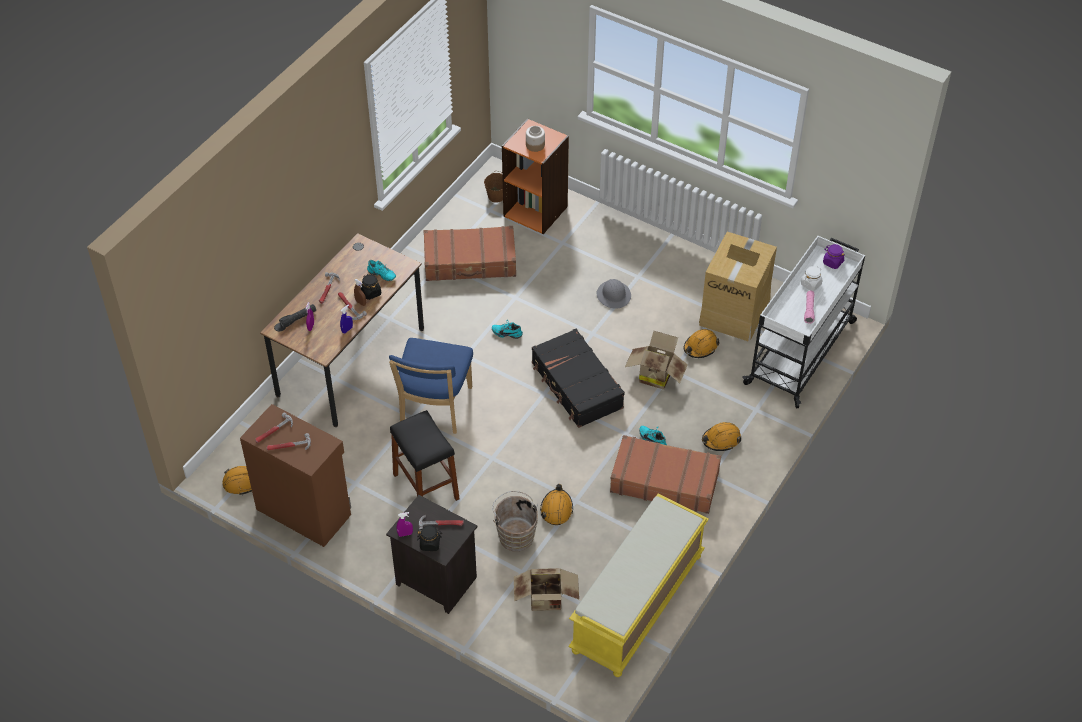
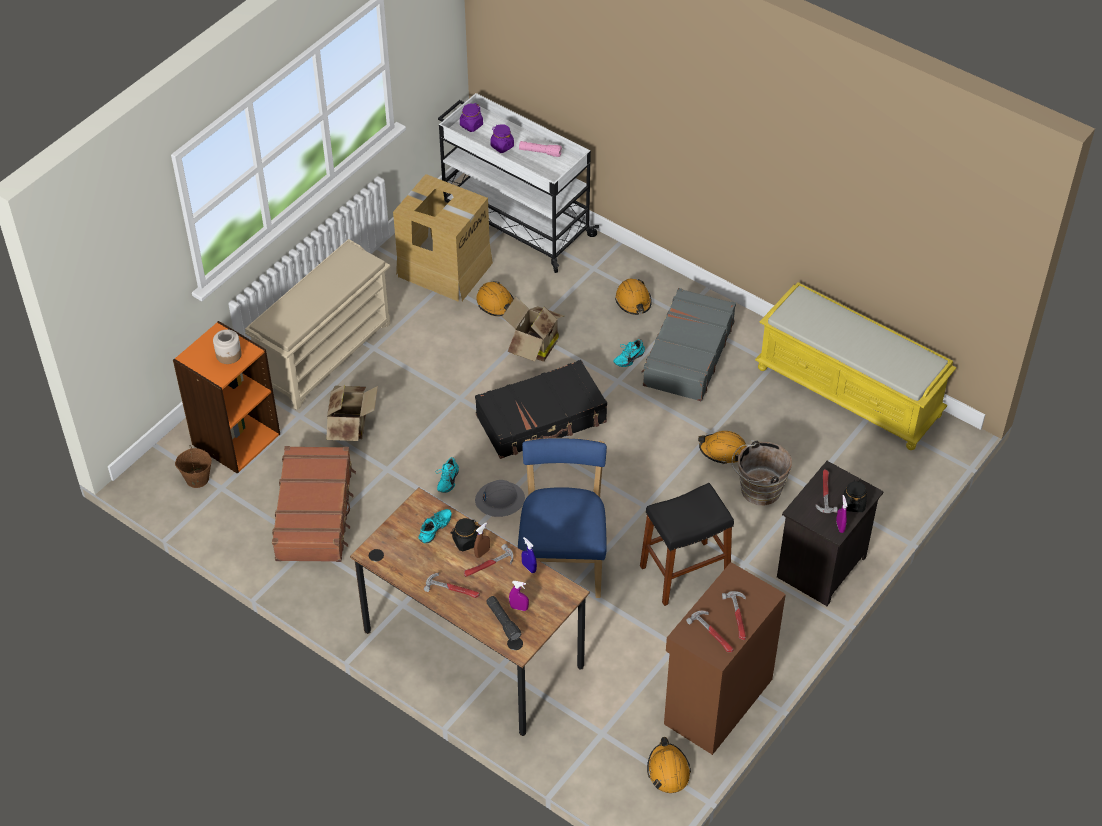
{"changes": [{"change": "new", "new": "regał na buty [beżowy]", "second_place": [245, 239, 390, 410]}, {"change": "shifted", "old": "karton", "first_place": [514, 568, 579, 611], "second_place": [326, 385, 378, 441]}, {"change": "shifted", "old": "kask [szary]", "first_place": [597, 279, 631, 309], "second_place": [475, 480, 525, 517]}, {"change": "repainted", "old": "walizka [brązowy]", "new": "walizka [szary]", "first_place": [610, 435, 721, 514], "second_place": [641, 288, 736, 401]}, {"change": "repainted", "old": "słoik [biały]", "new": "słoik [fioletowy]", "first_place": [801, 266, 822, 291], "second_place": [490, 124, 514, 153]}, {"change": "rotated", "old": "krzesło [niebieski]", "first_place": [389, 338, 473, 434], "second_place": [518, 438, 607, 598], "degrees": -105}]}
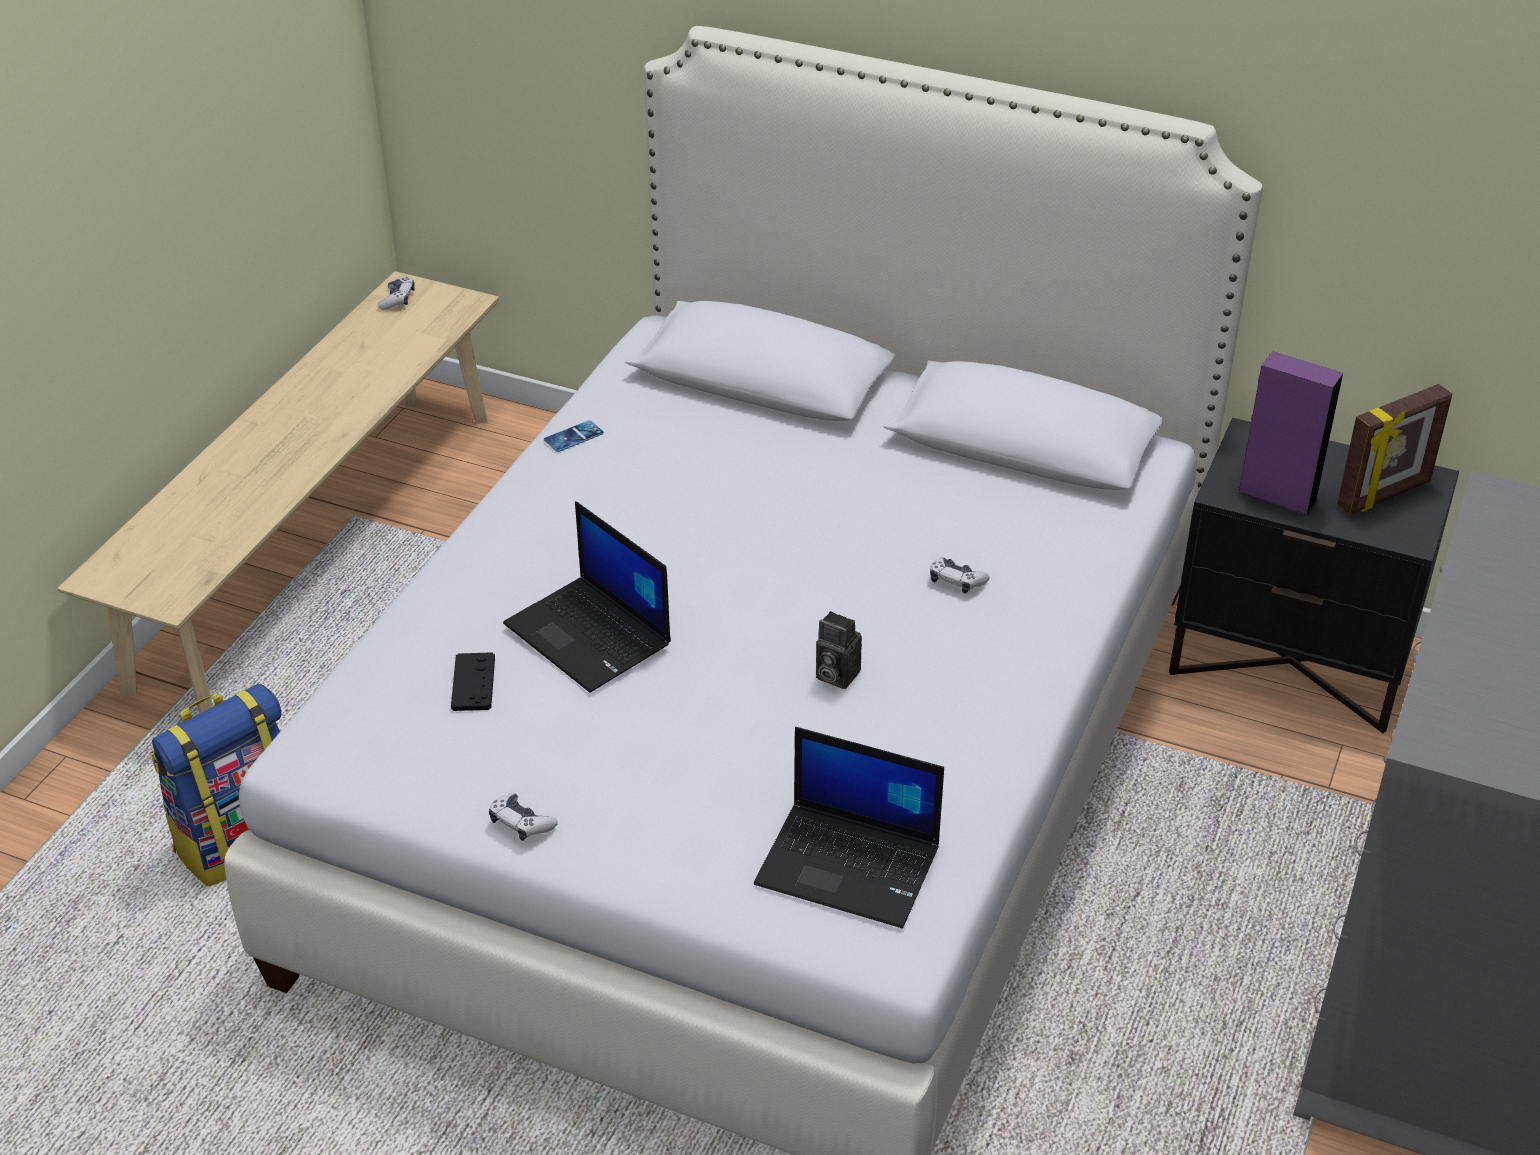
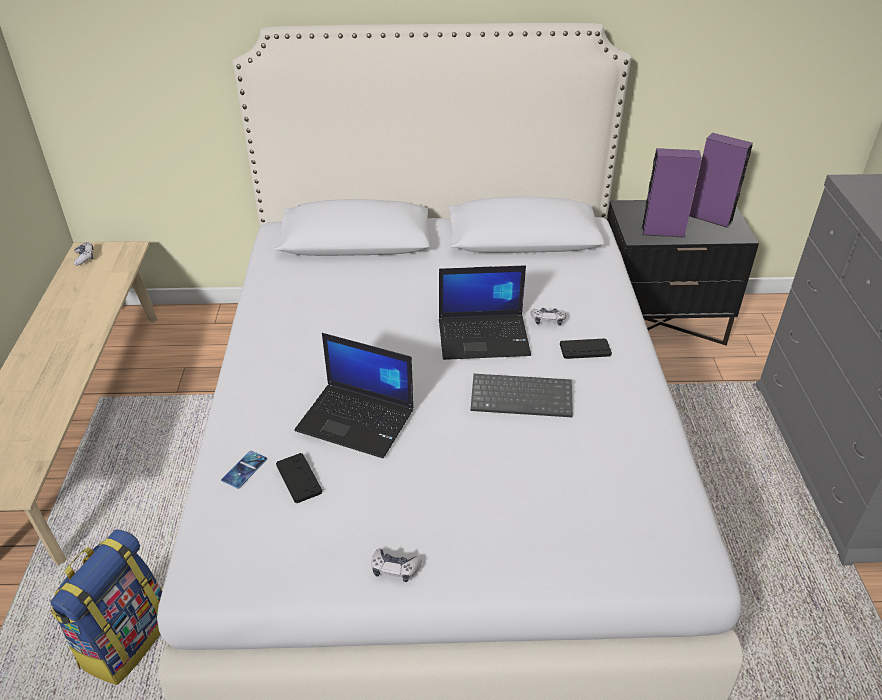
{"changes": [{"change": "new", "new": "pad do gier [czarny]", "second_place": [560, 338, 612, 359]}, {"change": "shifted", "old": "telefon", "first_place": [544, 420, 604, 452], "second_place": [221, 451, 267, 489]}, {"change": "shifted", "old": "laptop", "first_place": [754, 727, 944, 928], "second_place": [439, 265, 531, 360]}, {"change": "swapped", "old": "aparat fotograficzny", "new": "klawiatura", "first_place": [816, 611, 862, 689], "second_place": [470, 374, 573, 417]}, {"change": "swapped", "old": "ramka na zdjęcie", "new": "głośnik [fioletowy]", "first_place": [1337, 384, 1453, 515], "second_place": [689, 133, 753, 228]}]}
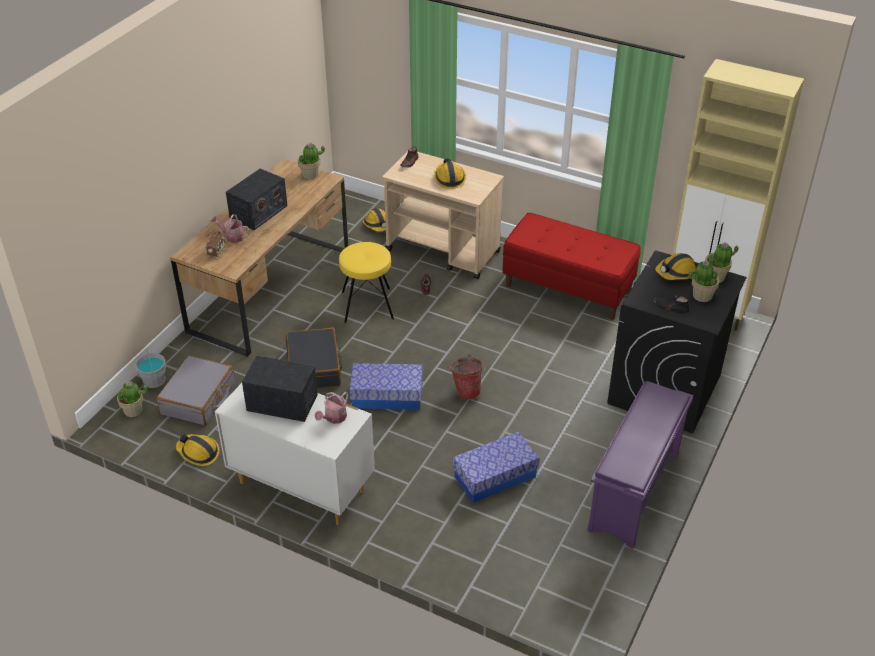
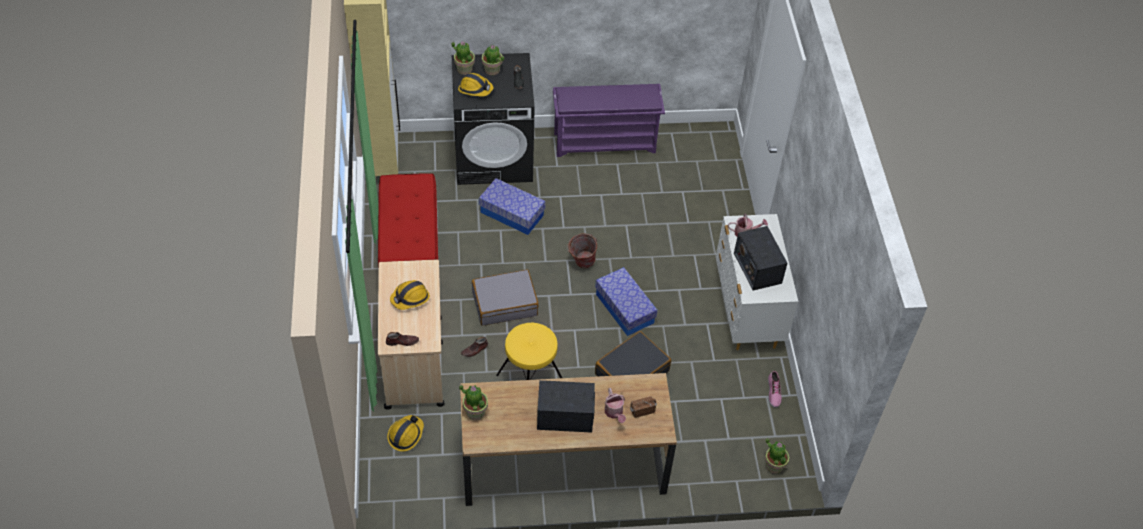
{"changes": [{"change": "gone", "old": "wiadro [szary]", "first_place": [135, 348, 166, 388]}, {"change": "shifted", "old": "walizka [szary]", "first_place": [156, 355, 235, 425], "second_place": [472, 269, 539, 326]}, {"change": "shifted", "old": "pojemnik do przechowywania", "first_place": [453, 432, 540, 503], "second_place": [479, 178, 546, 235]}, {"change": "swapped", "old": "kask", "new": "but", "first_place": [176, 434, 220, 466], "second_place": [768, 371, 782, 408]}]}
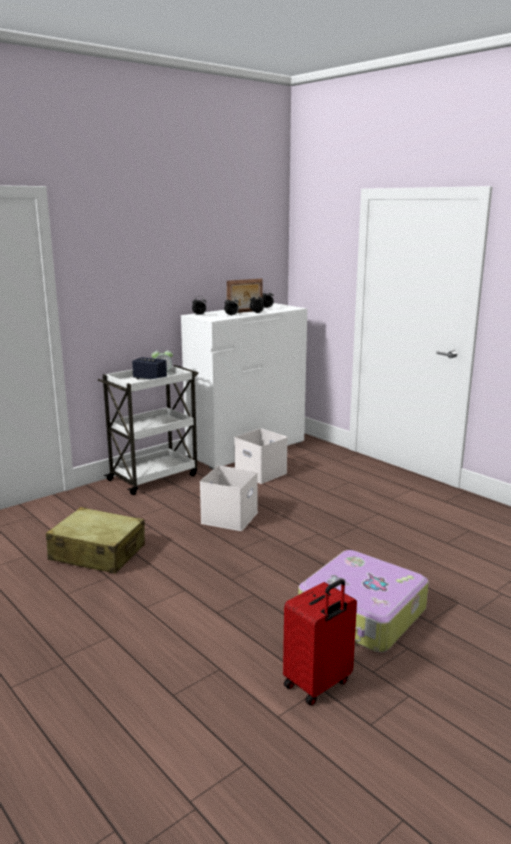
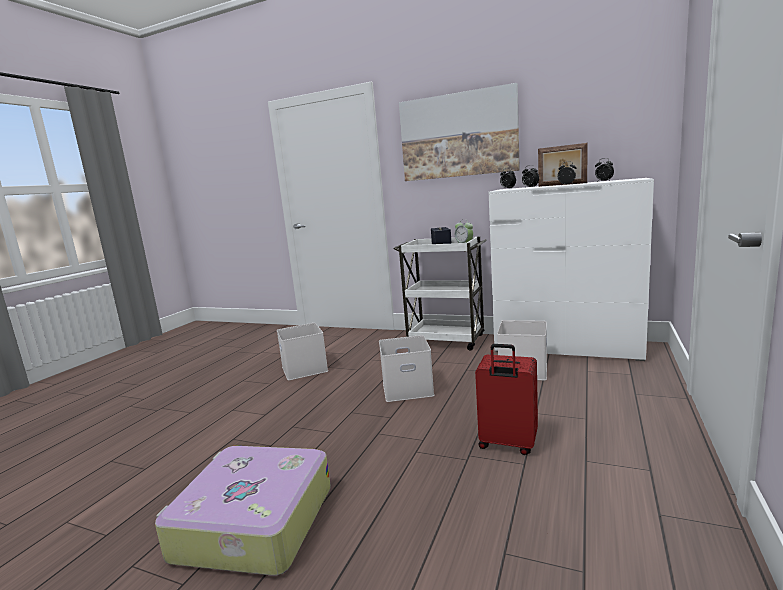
{"changes": [{"change": "new", "new": "obraz", "second_place": [399, 83, 520, 181]}, {"change": "shifted", "old": "walizka [czerwony]", "first_place": [283, 579, 357, 706], "second_place": [475, 344, 538, 455]}, {"change": "swapped", "old": "walizka [beżowy]", "new": "pojemnik do przechowywania [biały]", "first_place": [46, 507, 145, 574], "second_place": [277, 323, 328, 380]}]}
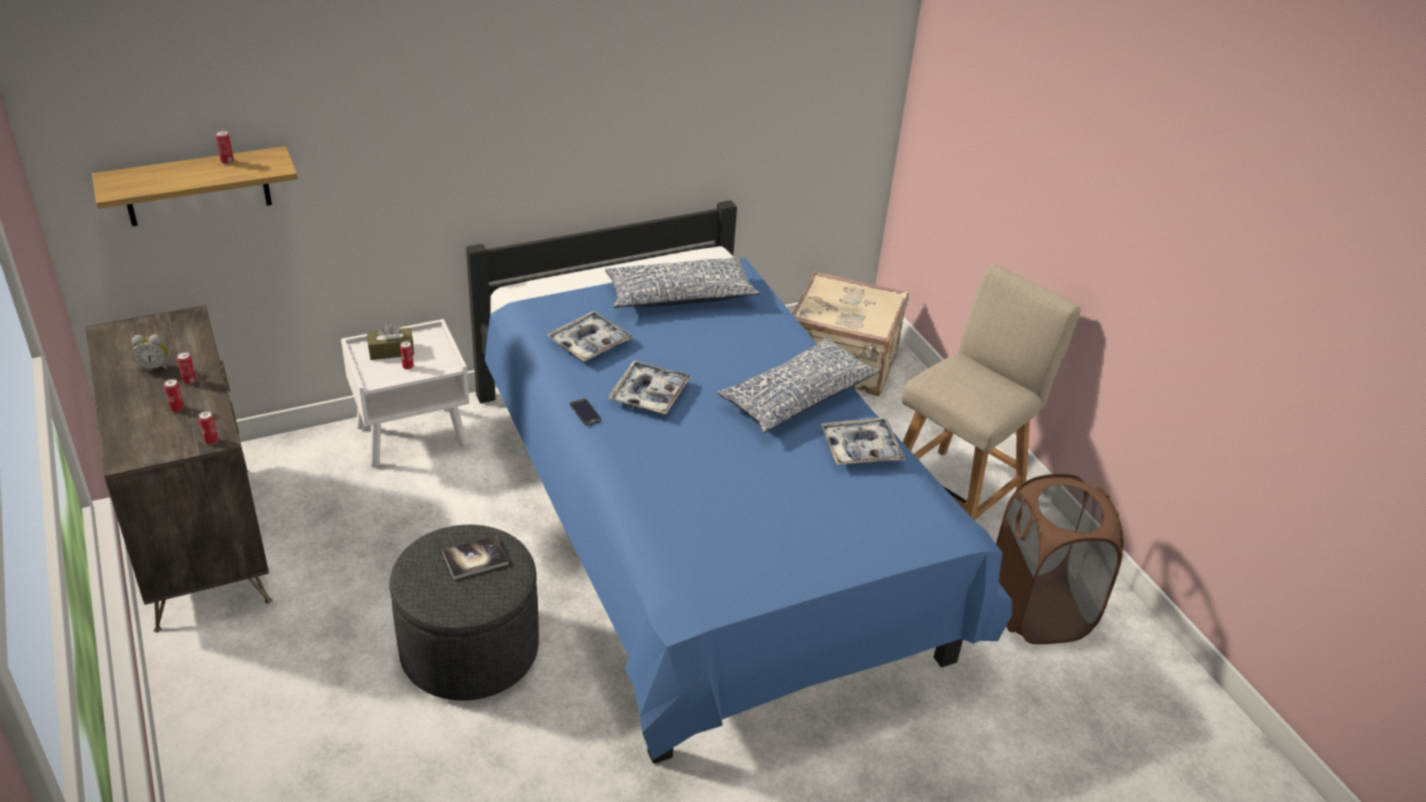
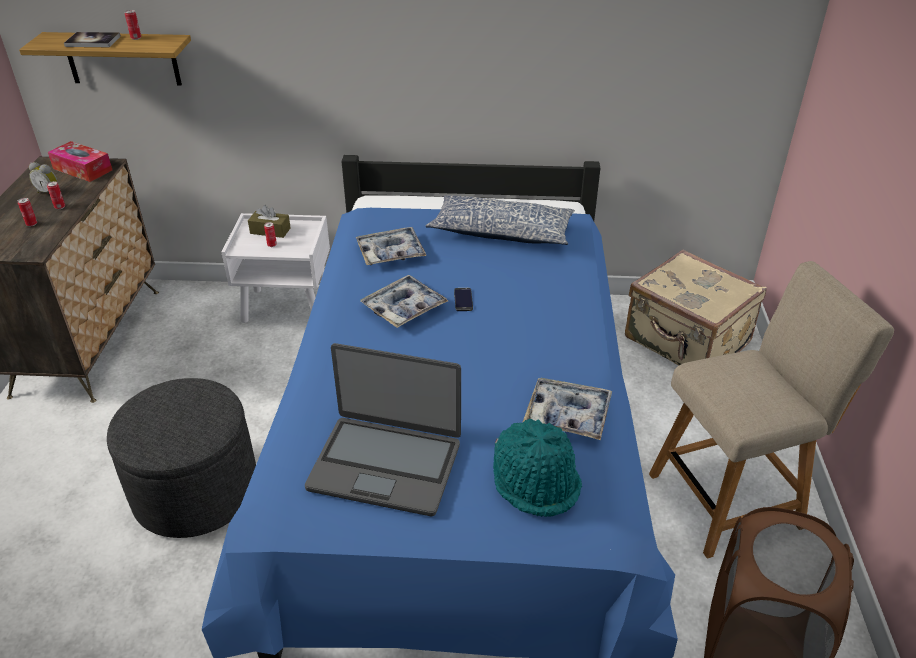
{"changes": [{"change": "gone", "old": "puszka", "first_place": [198, 411, 218, 444]}, {"change": "gone", "old": "poduszka", "first_place": [716, 337, 881, 433]}, {"change": "new", "new": "pudełko chusteczek", "second_place": [48, 141, 112, 182]}, {"change": "new", "new": "laptop", "second_place": [305, 343, 461, 516]}, {"change": "new", "new": "kapelusz [turkusowy]", "second_place": [493, 419, 582, 517]}, {"change": "shifted", "old": "książka", "first_place": [443, 536, 508, 580], "second_place": [64, 32, 121, 47]}, {"change": "shifted", "old": "telefon", "first_place": [570, 398, 601, 426], "second_place": [454, 288, 473, 311]}]}
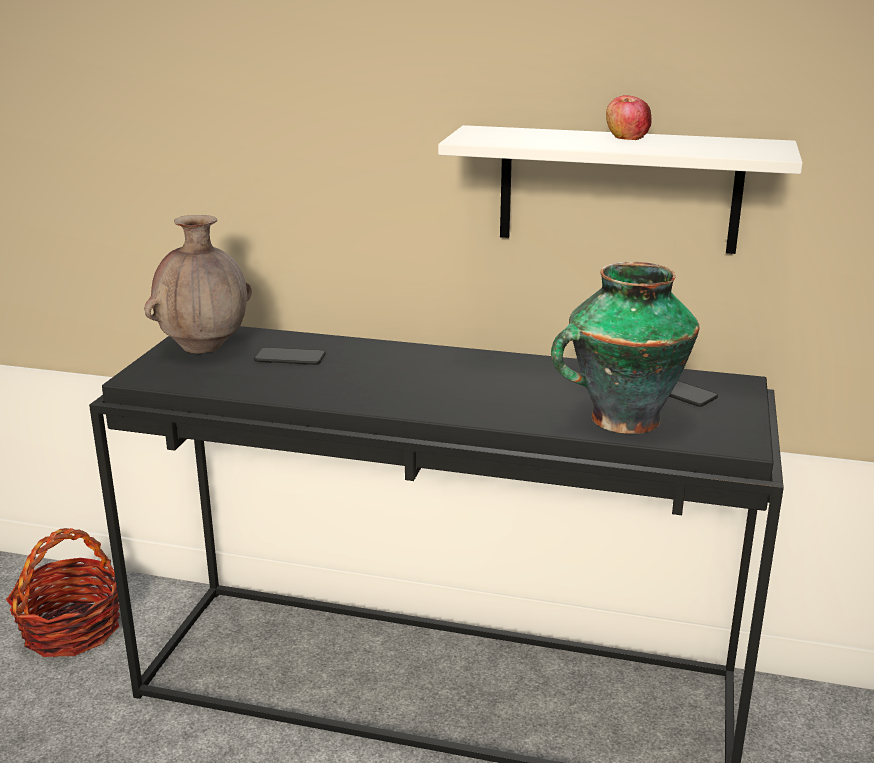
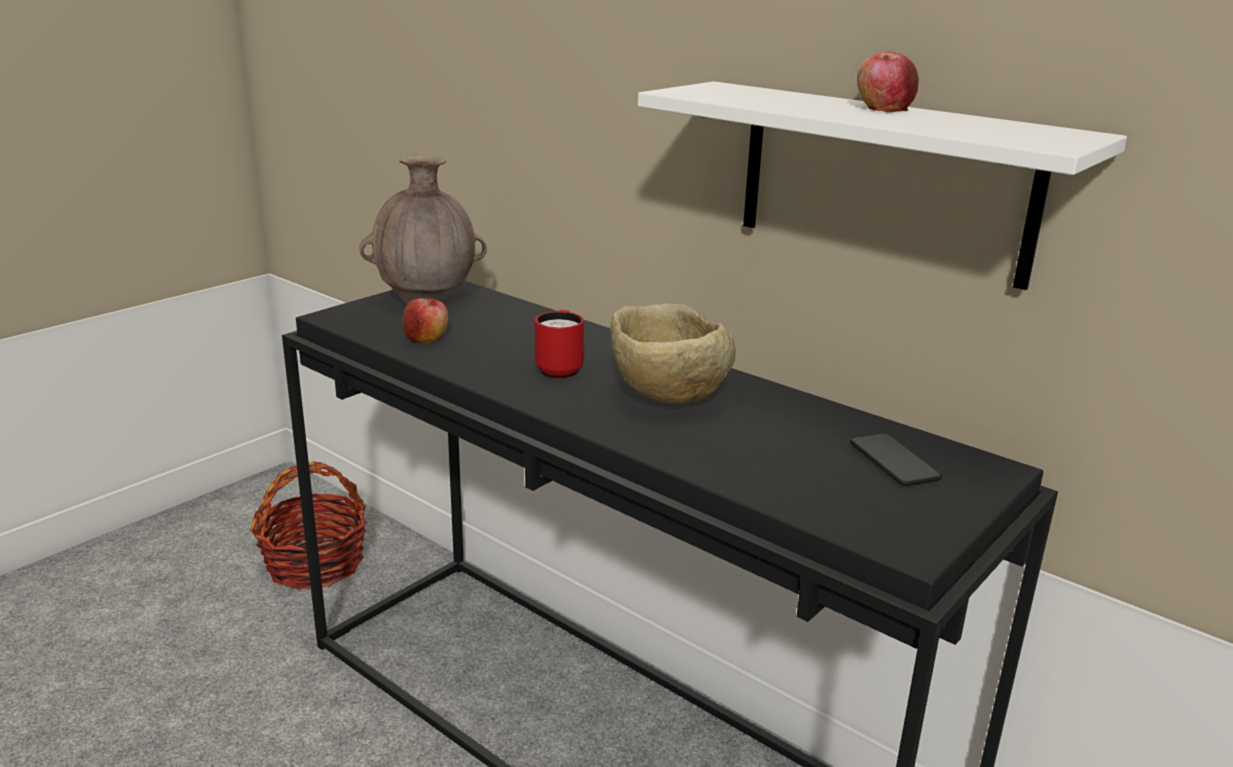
{"changes": [{"change": "gone", "old": "telefon", "first_place": [254, 347, 326, 365]}, {"change": "gone", "old": "wazon", "first_place": [551, 262, 699, 434]}, {"change": "new", "new": "jabłko", "second_place": [402, 298, 448, 343]}, {"change": "new", "new": "kubek [czerwony]", "second_place": [535, 310, 584, 379]}, {"change": "new", "new": "miska [beżowy]", "second_place": [610, 303, 736, 404]}]}
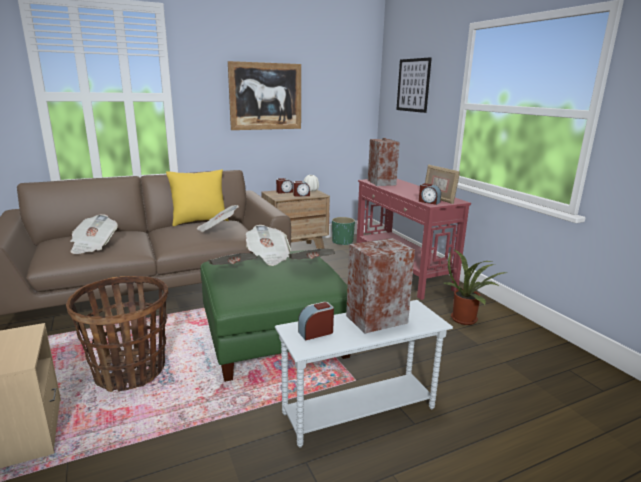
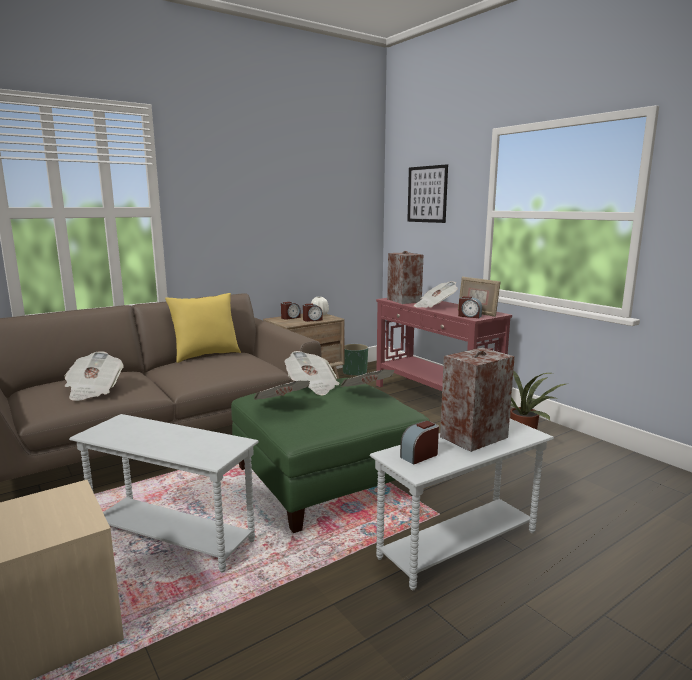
{"changes": [{"change": "gone", "old": "obraz", "first_place": [228, 61, 301, 130]}, {"change": "shifted", "old": "gazeta", "first_place": [197, 205, 239, 232], "second_place": [414, 281, 458, 308]}, {"change": "swapped", "old": "koszyk", "new": "stolik [biały]", "first_place": [66, 276, 169, 392], "second_place": [69, 414, 259, 572]}]}
